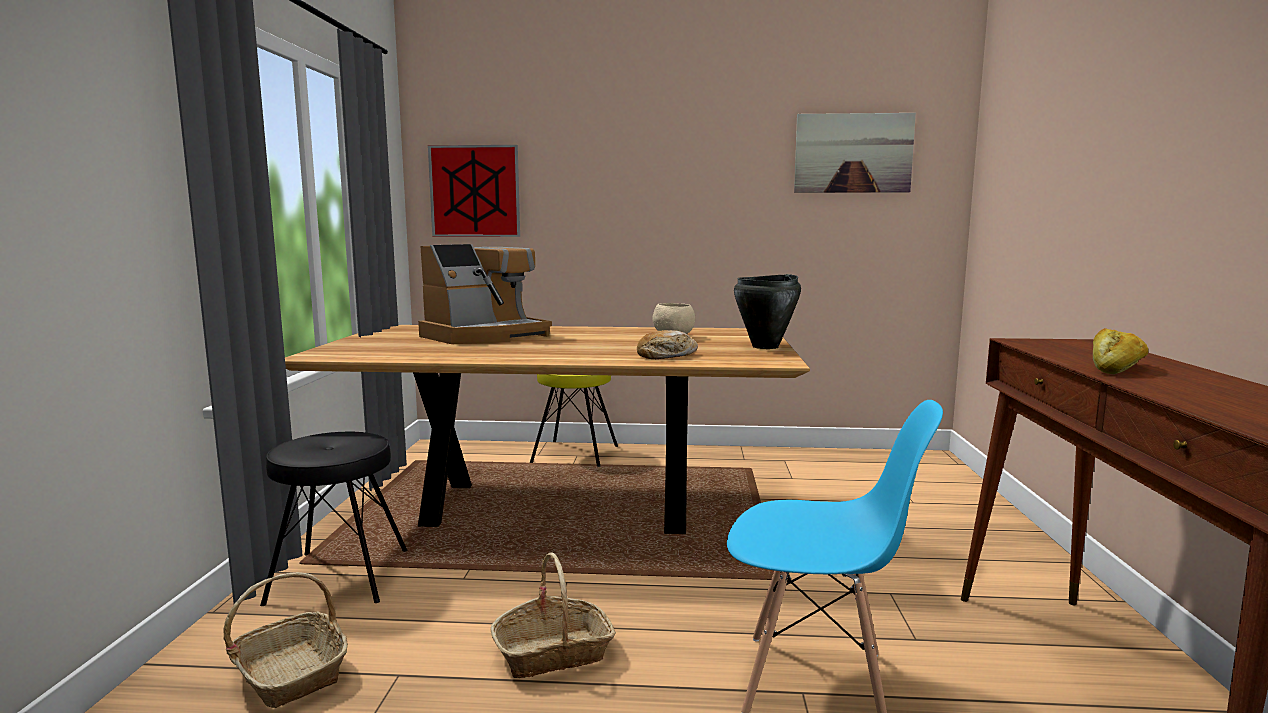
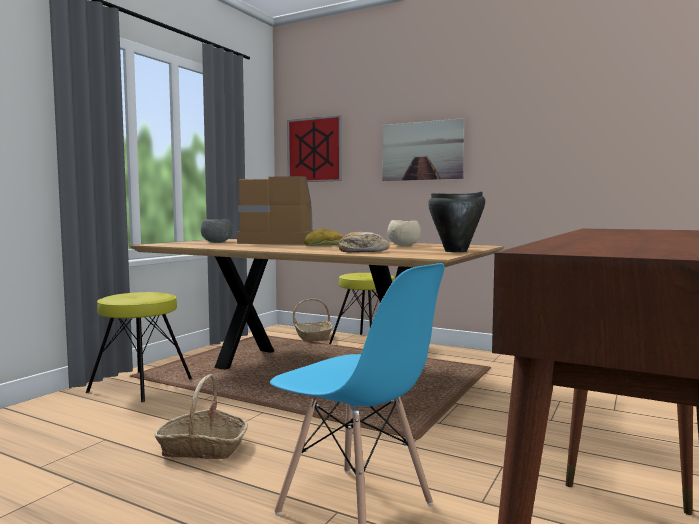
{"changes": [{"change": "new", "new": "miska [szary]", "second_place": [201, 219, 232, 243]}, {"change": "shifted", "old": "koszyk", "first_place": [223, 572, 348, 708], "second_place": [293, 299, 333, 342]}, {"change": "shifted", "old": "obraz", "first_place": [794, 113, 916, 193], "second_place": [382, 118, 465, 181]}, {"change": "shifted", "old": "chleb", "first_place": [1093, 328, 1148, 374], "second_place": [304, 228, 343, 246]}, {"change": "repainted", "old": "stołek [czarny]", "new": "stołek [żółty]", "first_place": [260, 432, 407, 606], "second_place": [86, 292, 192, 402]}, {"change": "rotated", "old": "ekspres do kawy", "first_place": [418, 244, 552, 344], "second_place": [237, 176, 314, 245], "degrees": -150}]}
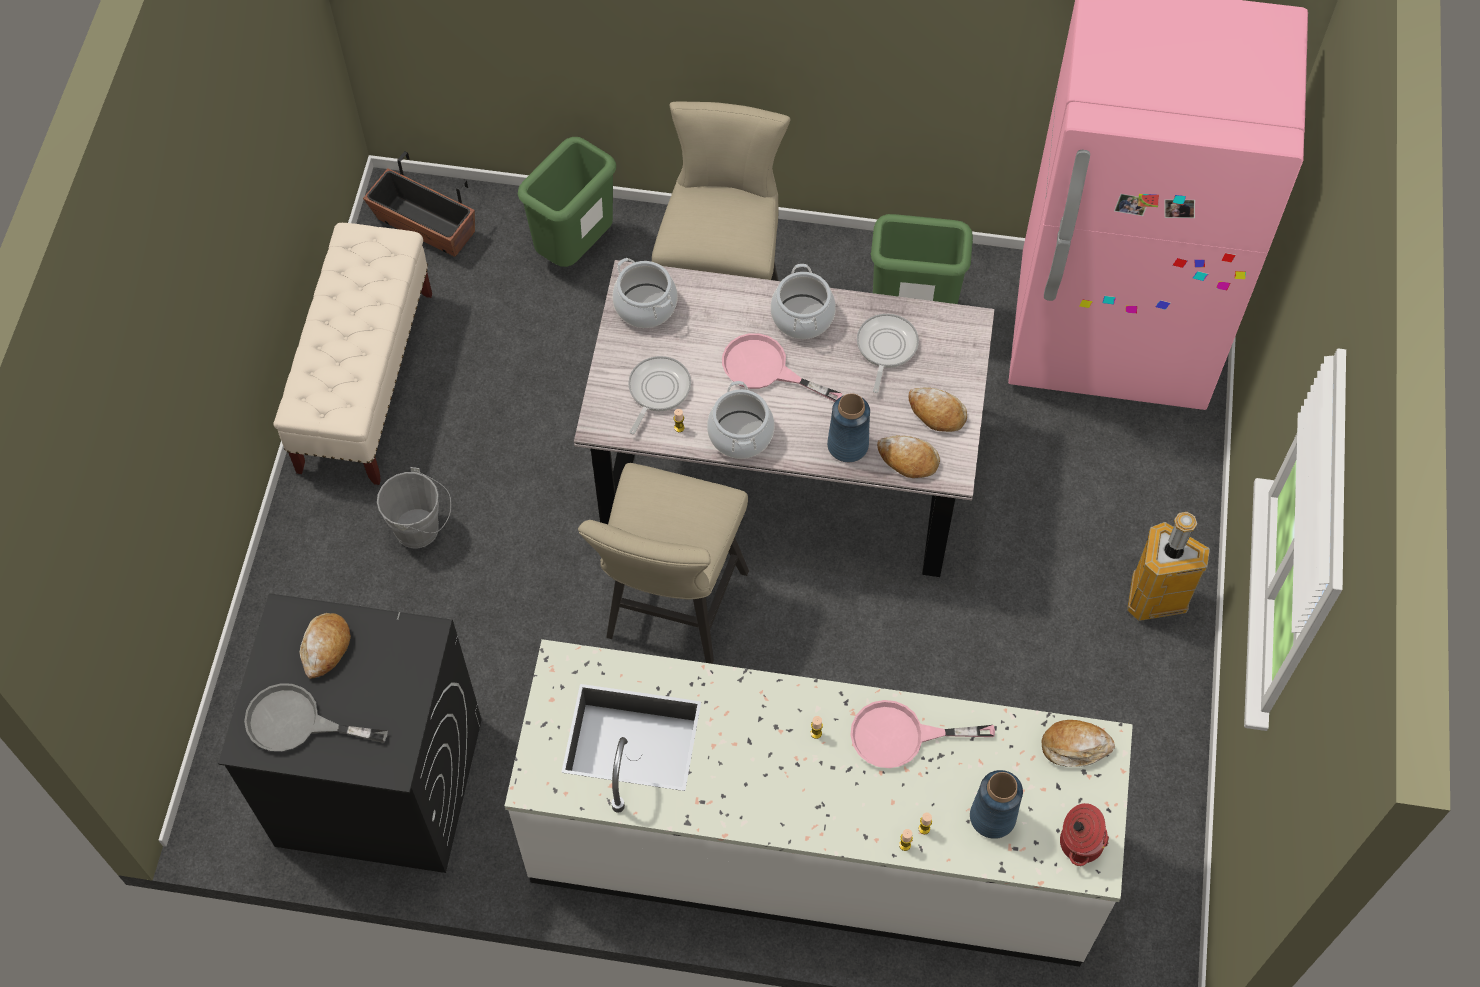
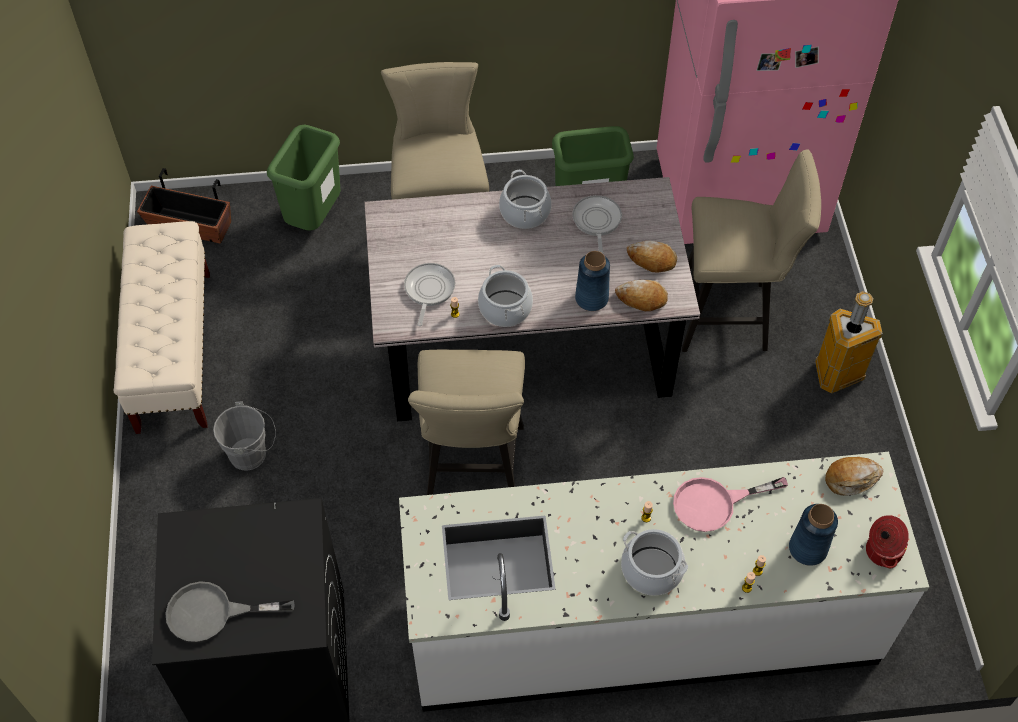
{"changes": [{"change": "gone", "old": "chleb", "first_place": [300, 613, 351, 679]}, {"change": "gone", "old": "patelnia [różowy]", "first_place": [722, 333, 842, 402]}, {"change": "new", "new": "stołek [beżowy]", "second_place": [682, 149, 821, 352]}, {"change": "shifted", "old": "garnek", "first_place": [613, 258, 677, 328], "second_place": [621, 529, 688, 596]}]}
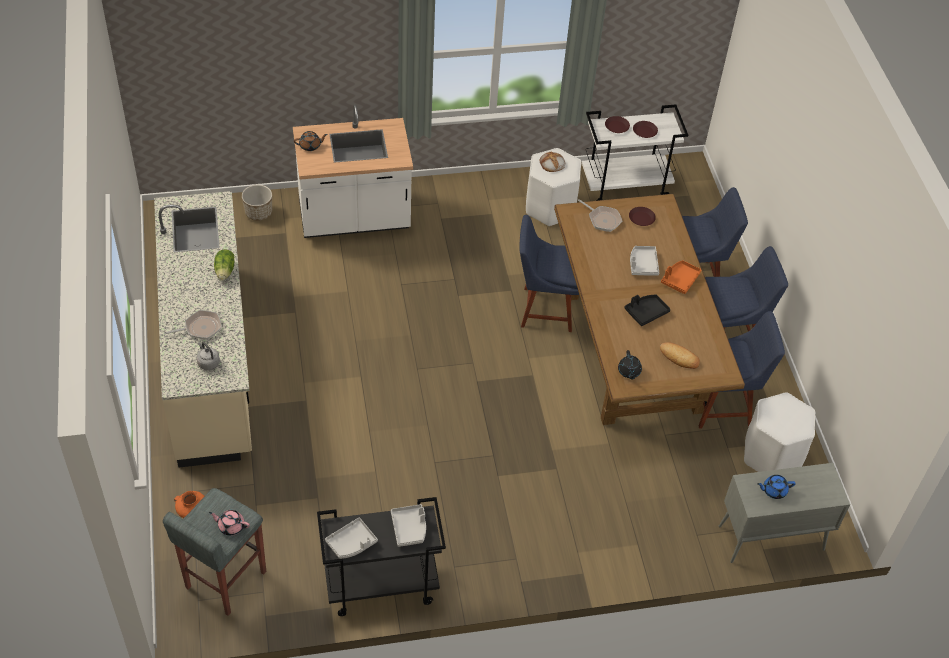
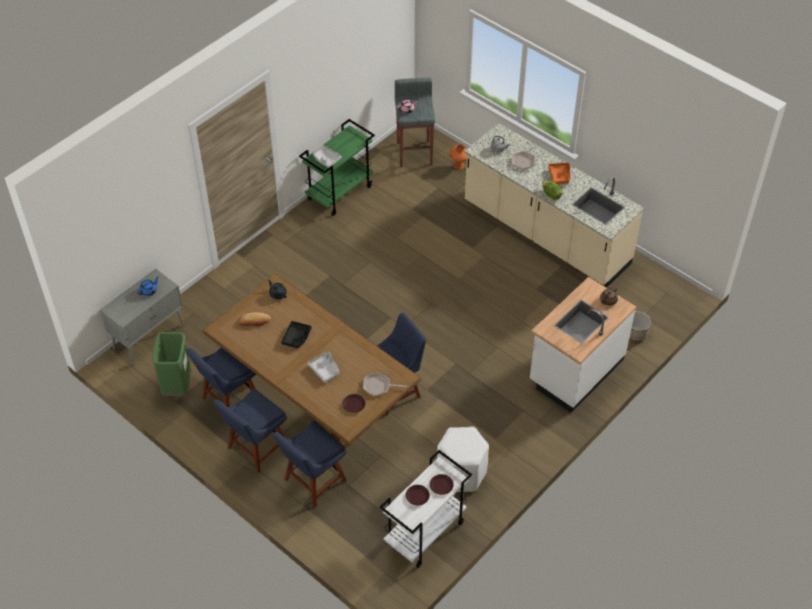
{"changes": [{"change": "gone", "old": "taca [szary]", "first_place": [325, 517, 378, 559]}, {"change": "gone", "old": "chleb", "first_place": [540, 152, 565, 172]}, {"change": "shifted", "old": "taca [pomarańczowy]", "first_place": [661, 260, 701, 294], "second_place": [548, 163, 571, 184]}, {"change": "swapped", "old": "stołek [biały]", "new": "kosz na śmieci [zielony]", "first_place": [744, 392, 815, 472], "second_place": [152, 332, 191, 396]}, {"change": "repainted", "old": "wózek [czarny]", "new": "wózek [zielony]", "first_place": [317, 497, 446, 616], "second_place": [299, 119, 375, 216]}]}
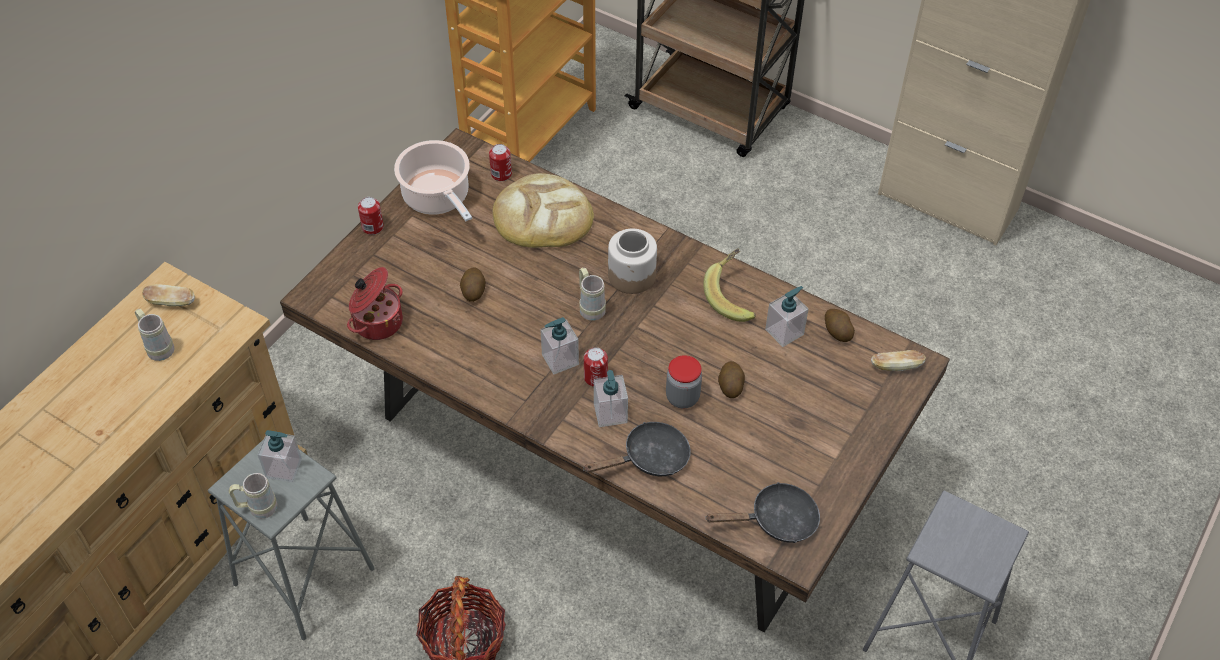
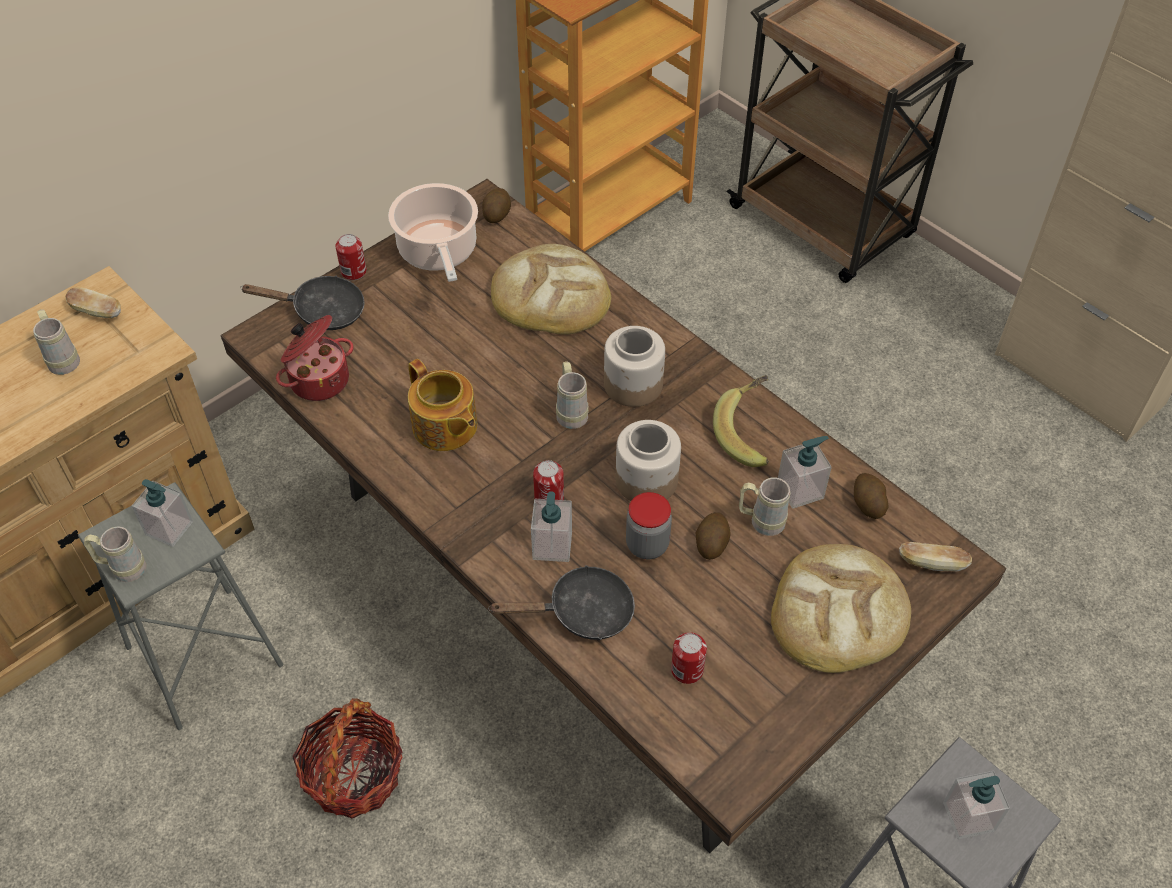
{"changes": [{"change": "new", "new": "imbryk", "second_place": [408, 359, 477, 451]}, {"change": "new", "new": "słoik", "second_place": [616, 420, 681, 501]}, {"change": "new", "new": "kubek [beżowy]", "second_place": [739, 478, 790, 536]}, {"change": "new", "new": "chleb", "second_place": [771, 544, 911, 673]}, {"change": "shifted", "old": "ziemniak", "first_place": [460, 268, 486, 302], "second_place": [482, 188, 511, 223]}, {"change": "shifted", "old": "puszka", "first_place": [489, 144, 512, 181], "second_place": [671, 632, 707, 684]}, {"change": "shifted", "old": "dozownik mydła", "first_place": [540, 317, 579, 374], "second_place": [943, 771, 1010, 839]}, {"change": "shifted", "old": "patelnia [czarny]", "first_place": [705, 482, 820, 543], "second_place": [240, 276, 365, 330]}]}
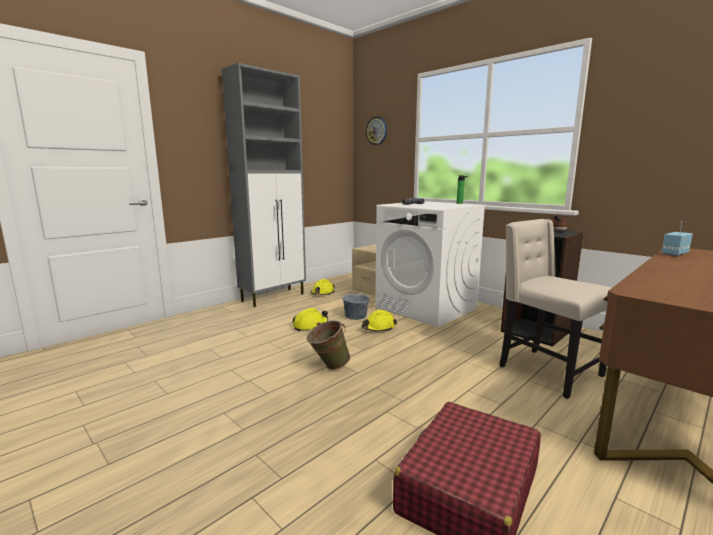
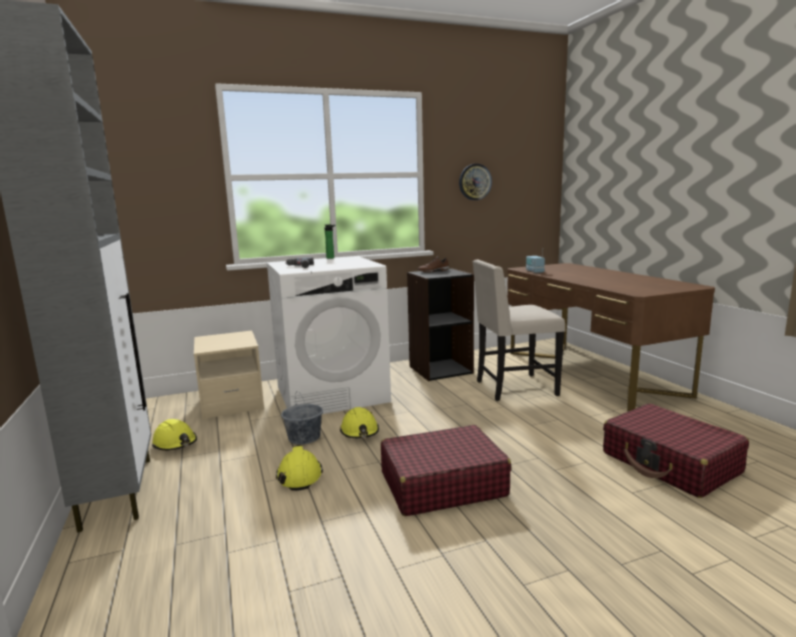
{"changes": [{"change": "shifted", "old": "zegar ścienny", "first_place": [366, 116, 387, 145], "second_place": [459, 164, 492, 200]}, {"change": "swapped", "old": "wiadro [zielony]", "new": "walizka [czerwony]", "first_place": [307, 320, 350, 370], "second_place": [381, 425, 511, 516]}]}
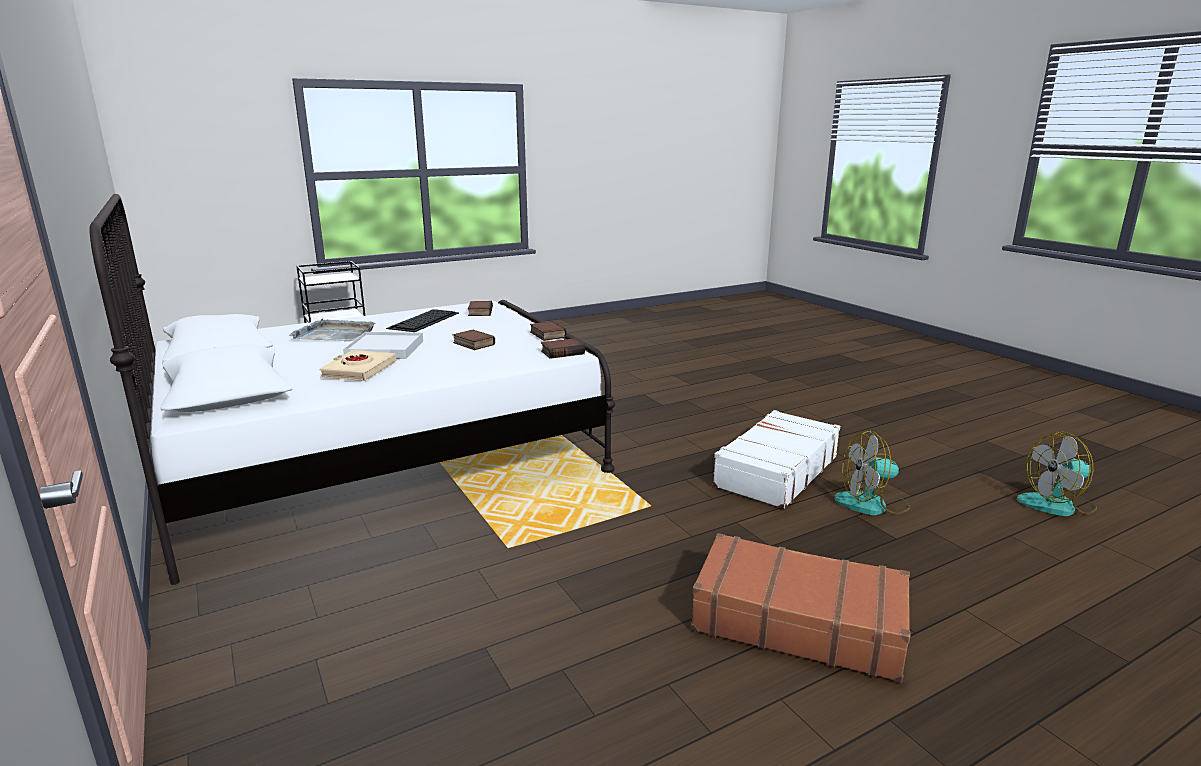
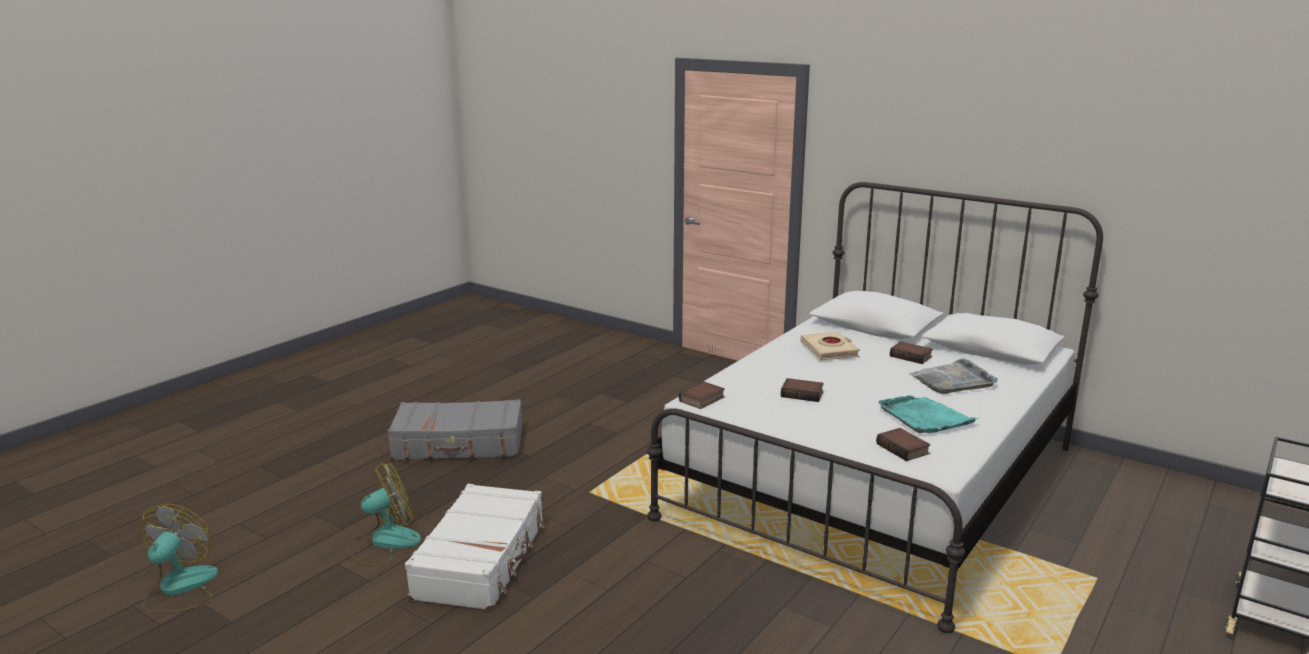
{"changes": [{"change": "gone", "old": "taca [biały]", "first_place": [343, 332, 423, 359]}, {"change": "shifted", "old": "książka", "first_place": [530, 321, 567, 341], "second_place": [890, 341, 933, 364]}, {"change": "swapped", "old": "klawiatura", "new": "taca [turkusowy]", "first_place": [386, 309, 459, 332], "second_place": [879, 396, 978, 433]}, {"change": "repainted", "old": "walizka [brązowy]", "new": "walizka [szary]", "first_place": [691, 533, 910, 683], "second_place": [388, 399, 522, 460]}, {"change": "rotated", "old": "wentylator", "first_place": [1017, 432, 1097, 516], "second_place": [139, 504, 218, 613], "degrees": -45}]}
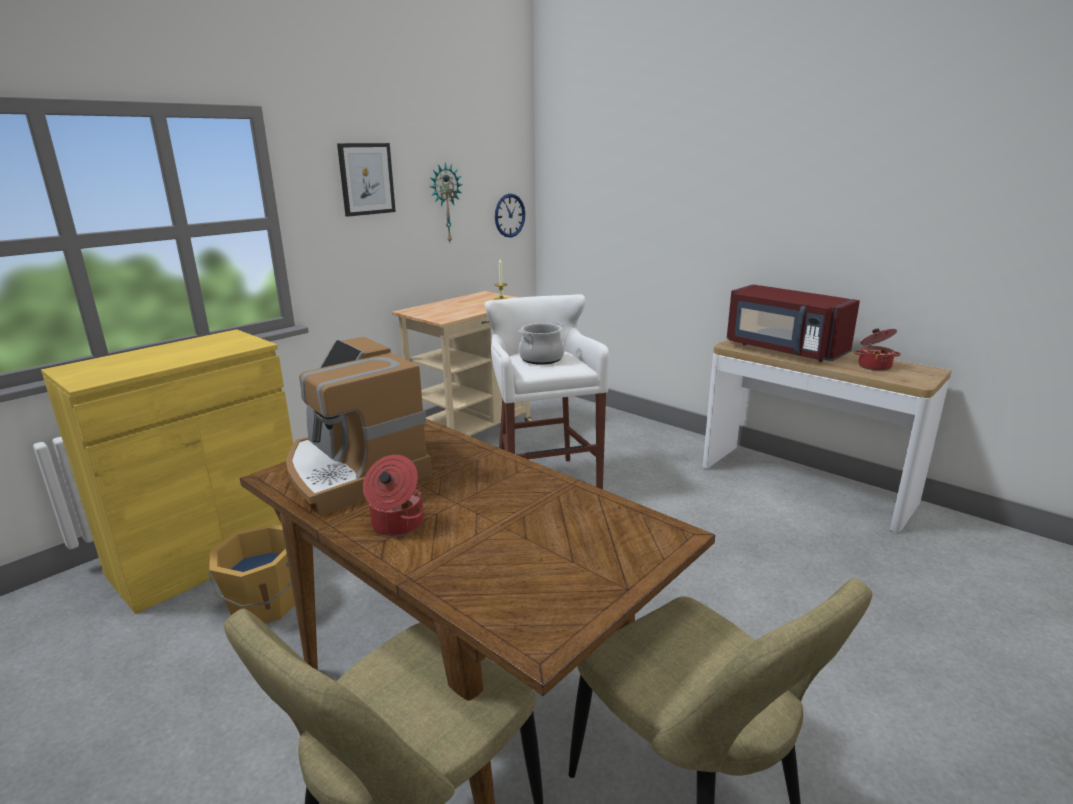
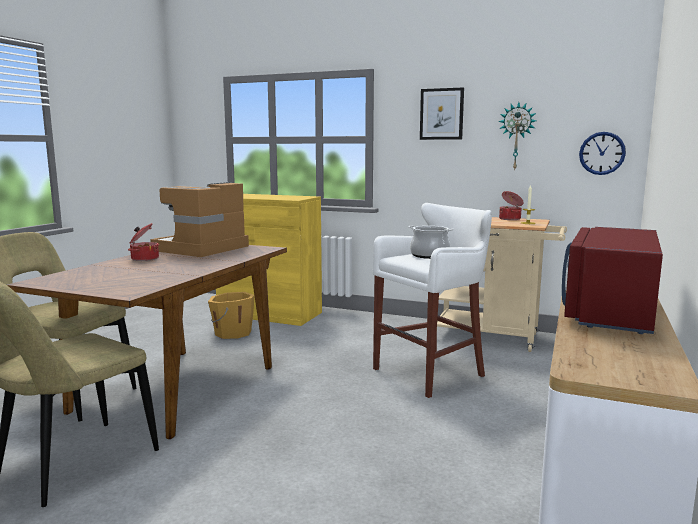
{"changes": [{"change": "shifted", "old": "garnek", "first_place": [854, 328, 901, 371], "second_place": [499, 191, 524, 220]}]}
